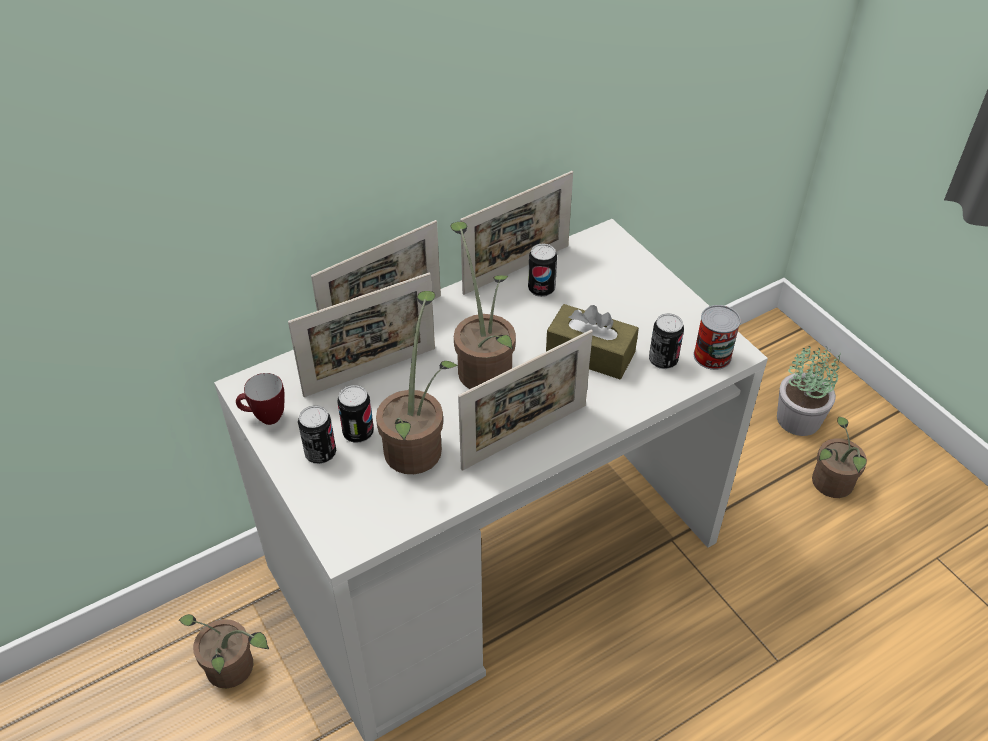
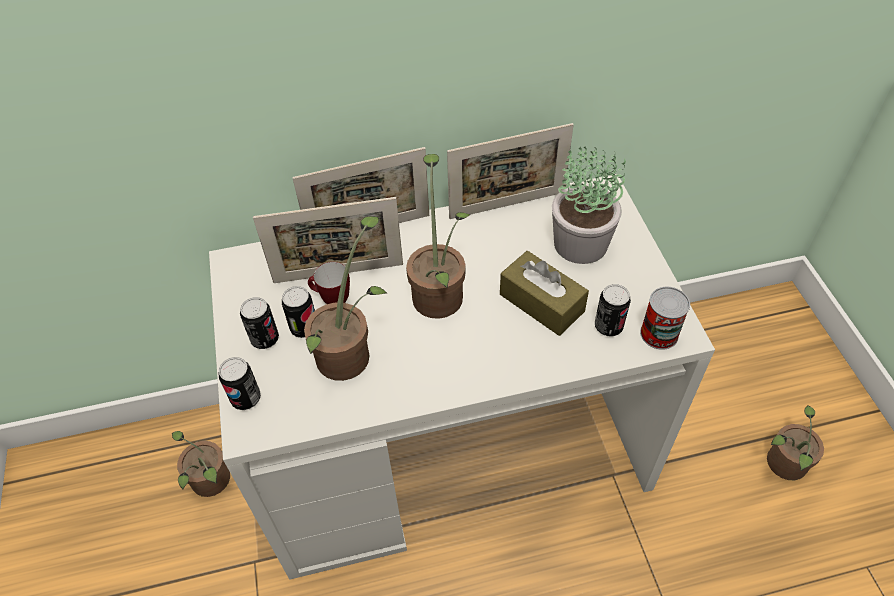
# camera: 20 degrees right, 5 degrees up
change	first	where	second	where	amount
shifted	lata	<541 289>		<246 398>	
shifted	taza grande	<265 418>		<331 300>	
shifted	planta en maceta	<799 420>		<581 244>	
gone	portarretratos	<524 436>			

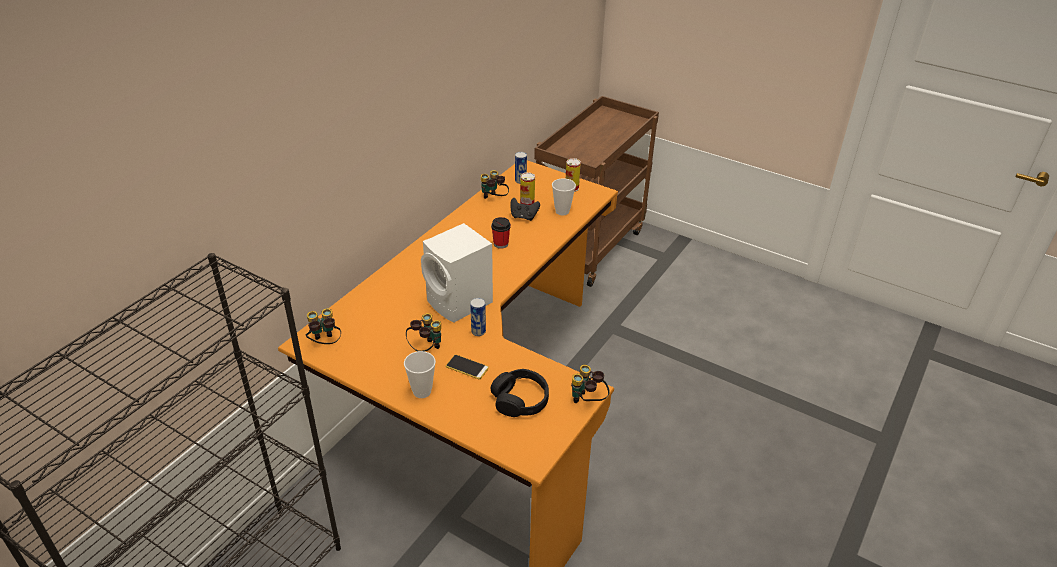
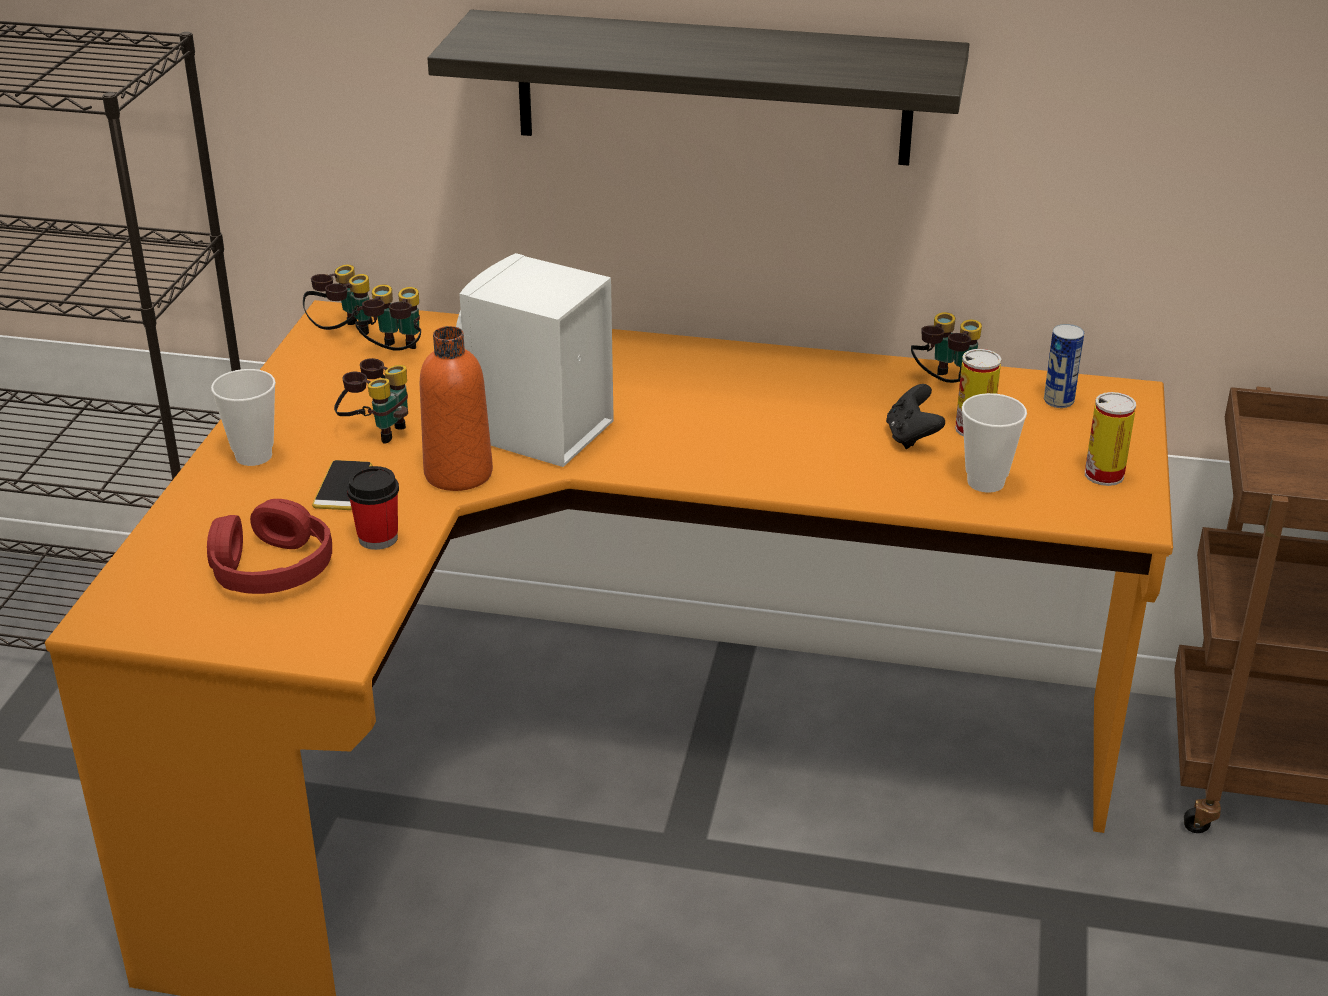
# camera: 70 degrees right, 5 degrees down
change	first	where	second	where	amount
repainted	auriculares [negro]	<520 400>	auriculares [rojo]	<271 568>	
shifted	taza	<501 244>		<378 538>	
shifted	prismáticos	<588 401>		<394 355>	
swapped	lata	<478 331>	botella [naranja]	<458 474>	
new			estante	<713 88>	

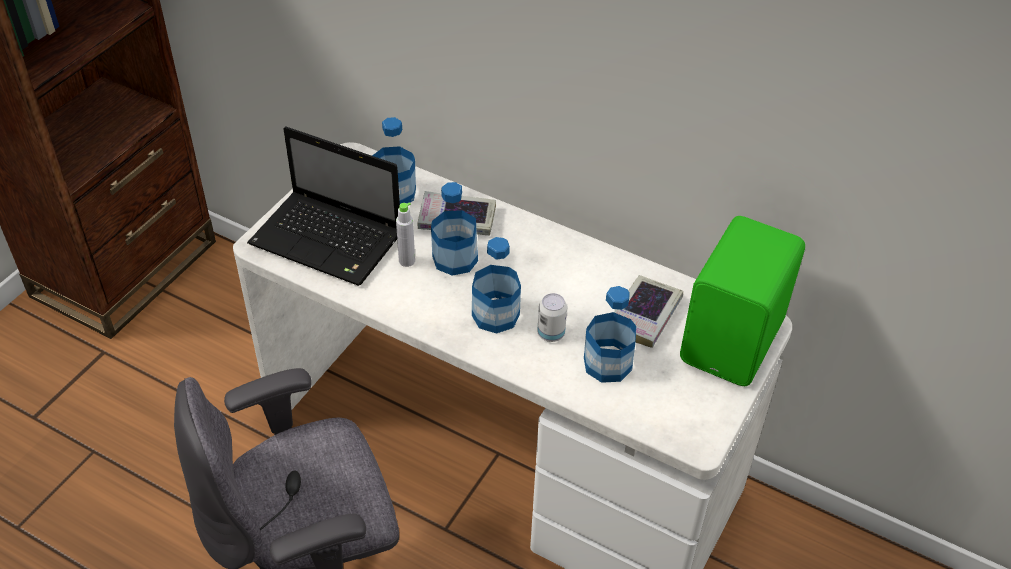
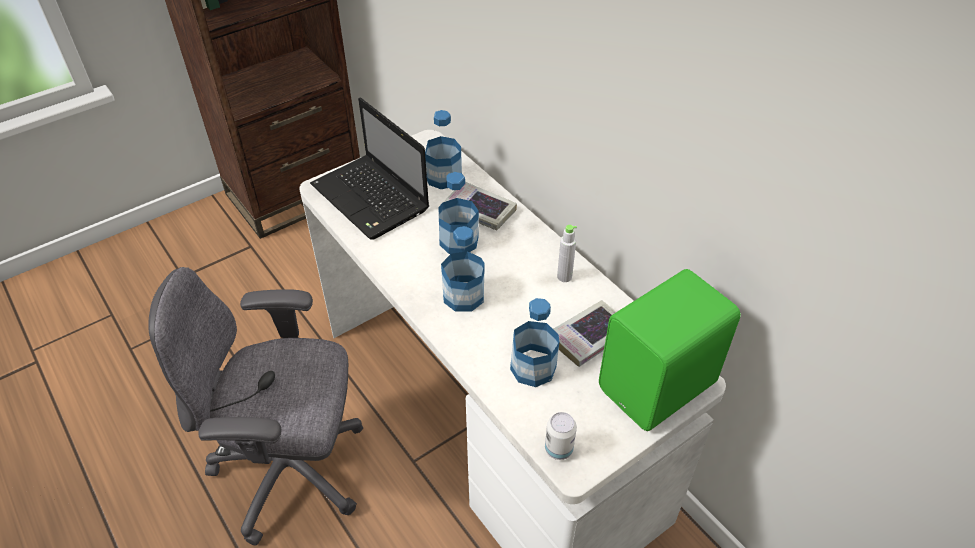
# camera: 25 degrees right, 0 degrees up
change	first	where	second	where	amount
shifted	lata	<551 334>		<558 449>	
shifted	botella [gris]	<407 261>		<564 277>	

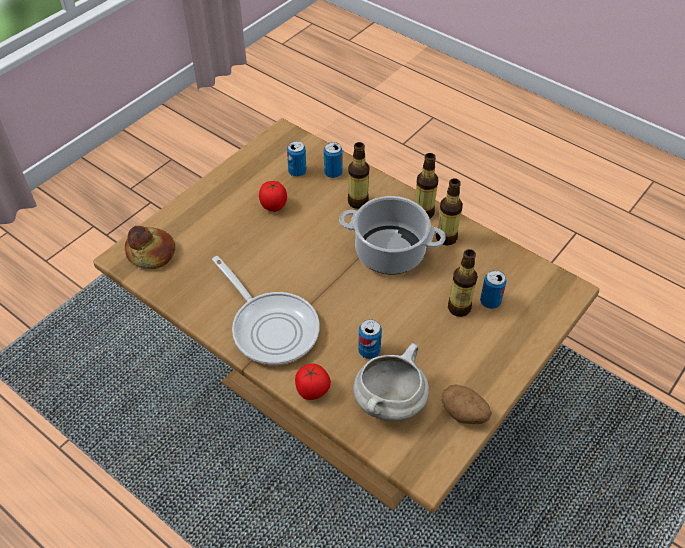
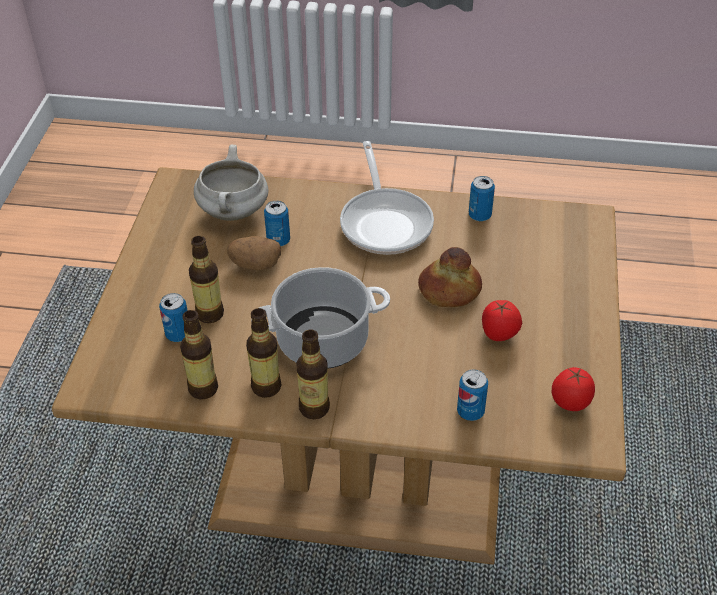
# camera: 150 degrees right, 5 degrees down
change	first	where	second	where	amount
shifted	botella	<358 202>		<203 388>	
shifted	patata	<464 413>		<255 265>	
rotated	sartén	<271 327>		<385 222>	120 degrees counterclockwise
shifted	pan	<152 253>		<449 291>	
shifted	lata	<297 171>		<479 215>	
shifted	tomate	<313 391>		<570 403>	

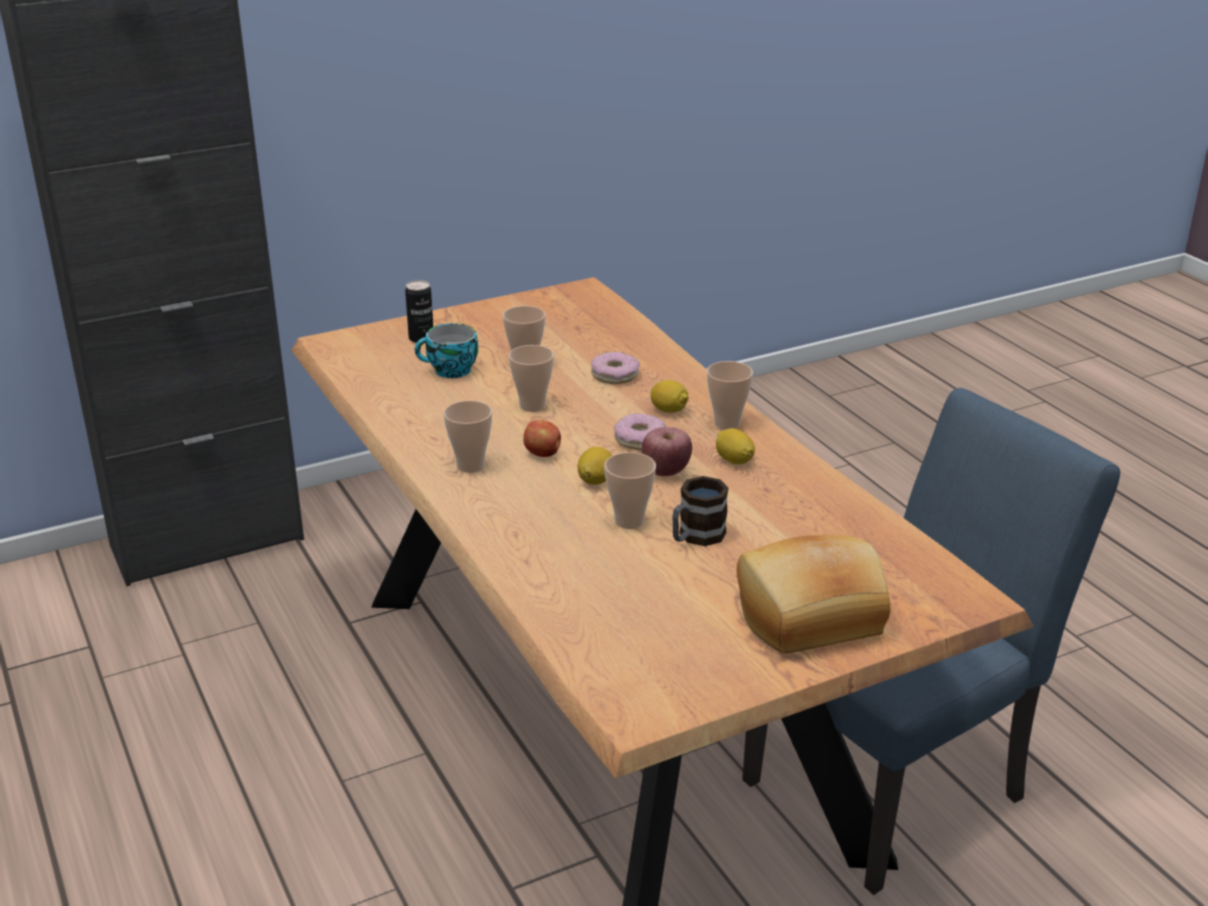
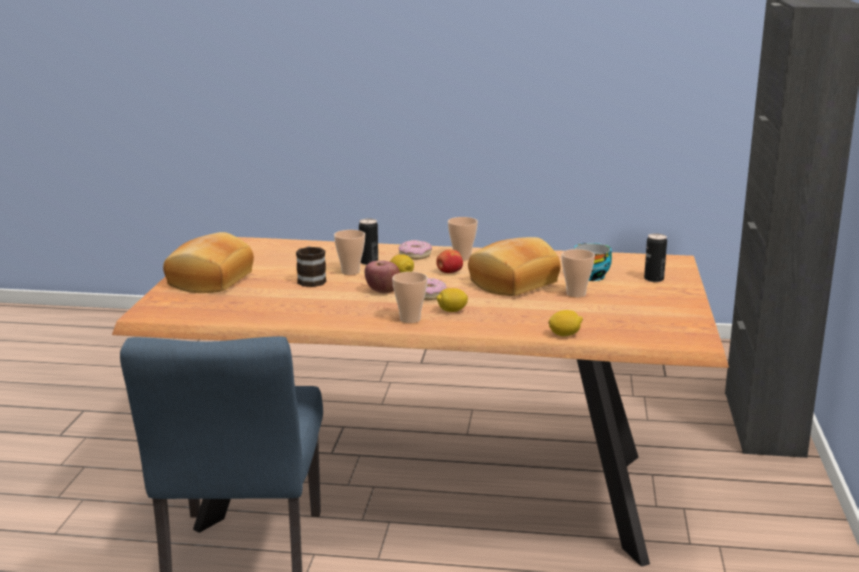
# camera: 125 degrees right, 10 degrees down
change	first	where	second	where	amount
new			lata	<369 262>	
shifted	rosquilla	<615 375>		<415 255>	
swapped	taza	<532 406>	pan	<512 283>	
shifted	limón	<734 461>		<565 335>	

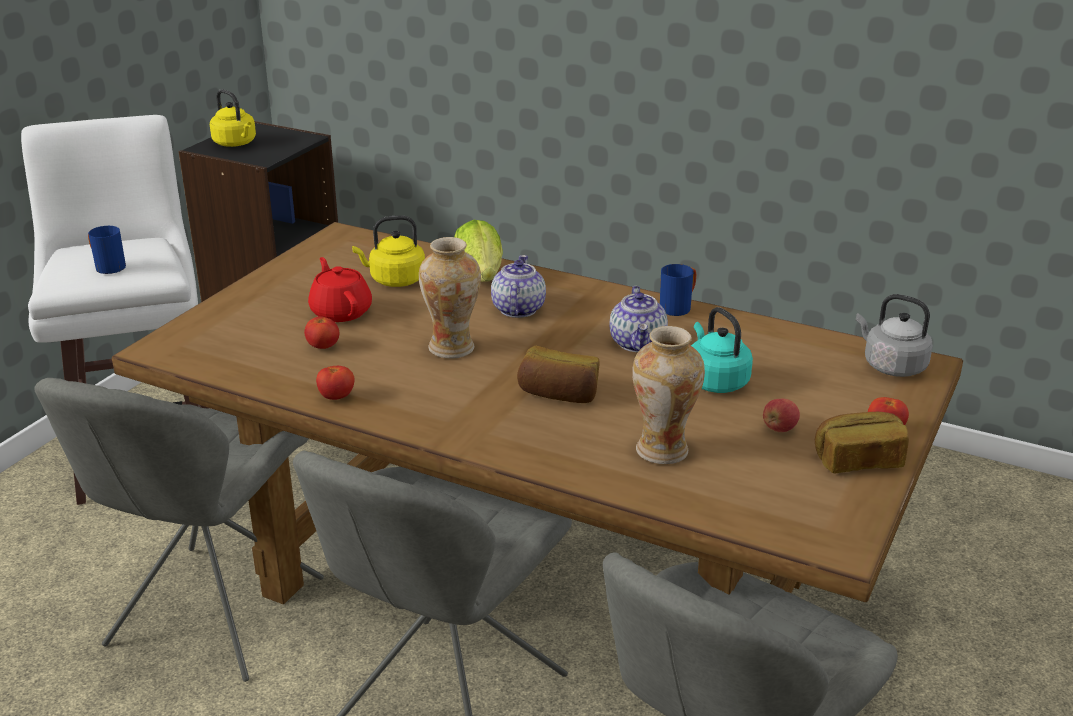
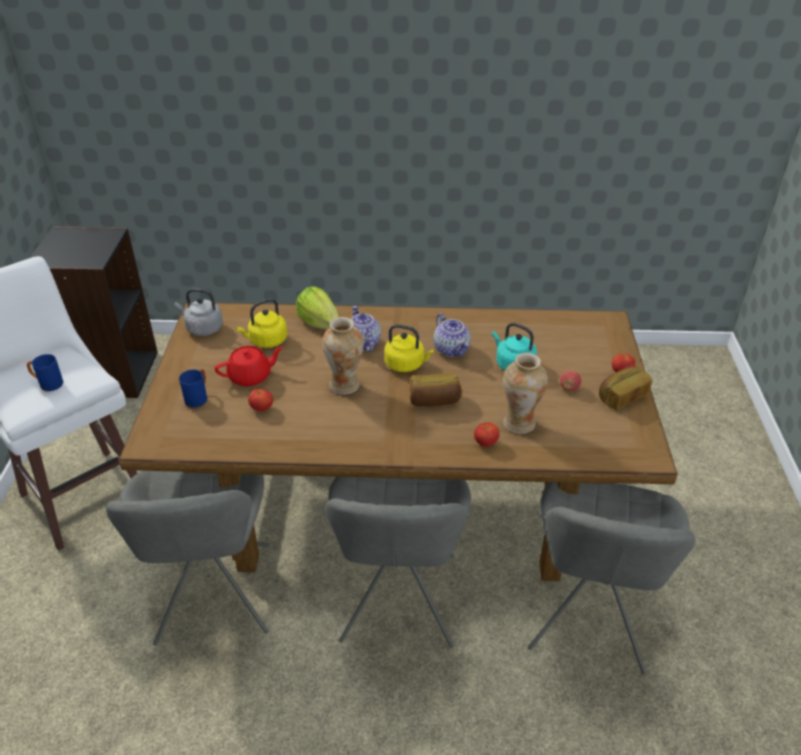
# camera: 25 degrees left, 10 degrees up
change	first	where	second	where	amount
shifted	hervidor [gris]	<891 366>		<203 328>	
shifted	taza grande [azul]	<679 307>		<198 397>	
rotated	tetera [rojo]	<341 311>		<251 376>	120 degrees clockwise
shifted	hervidor [amarillo]	<236 143>		<406 364>	
shifted	tomate	<337 397>		<485 443>	

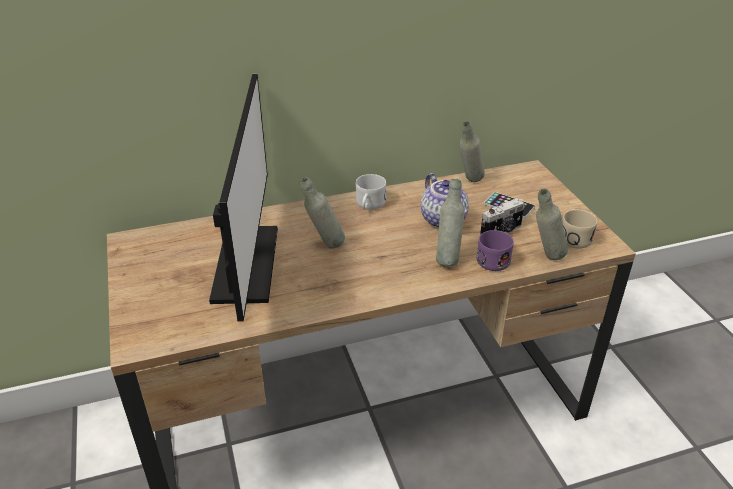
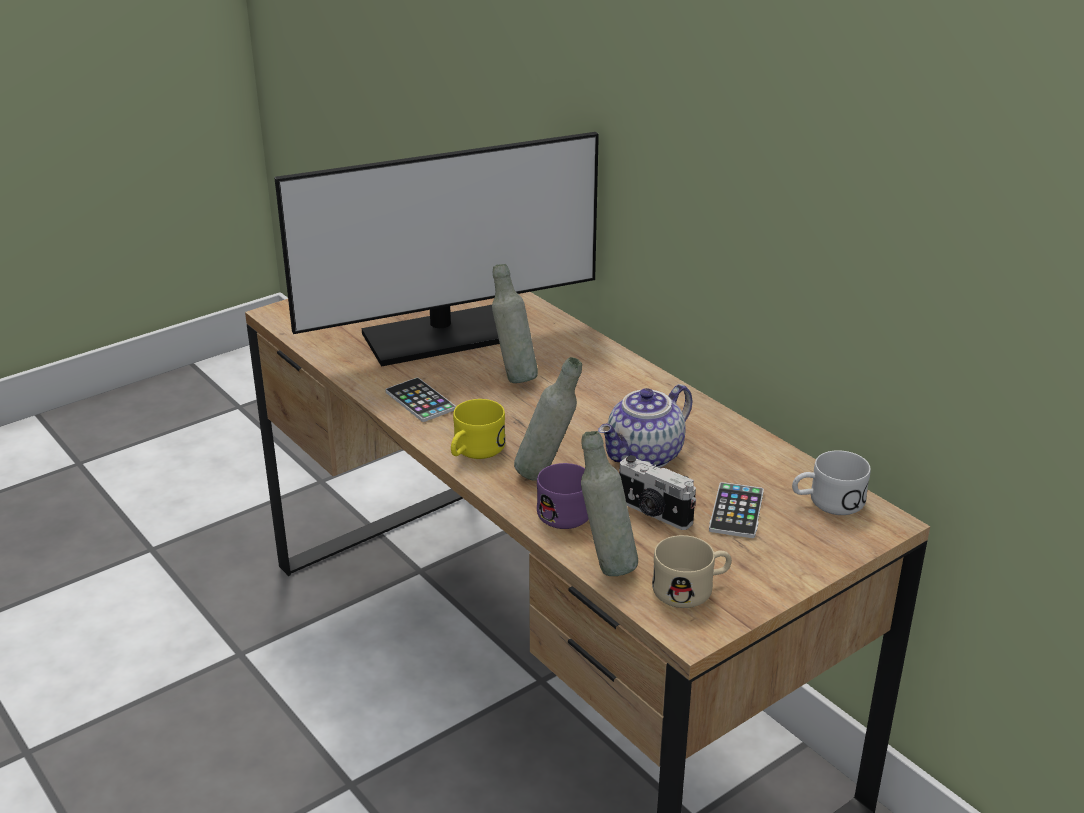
# camera: 70 degrees right, 5 degrees down
change	first	where	second	where	amount
new			móvil	<420 401>	
new			taza grande [amarillo]	<474 451>	
shifted	taza grande [blanco]	<369 205>		<827 502>	
gone	botella [gris]	<469 182>			

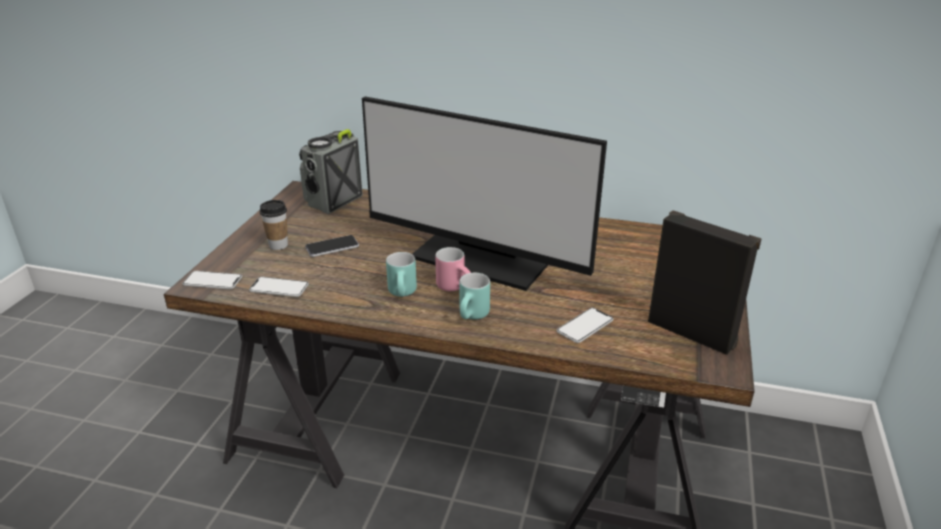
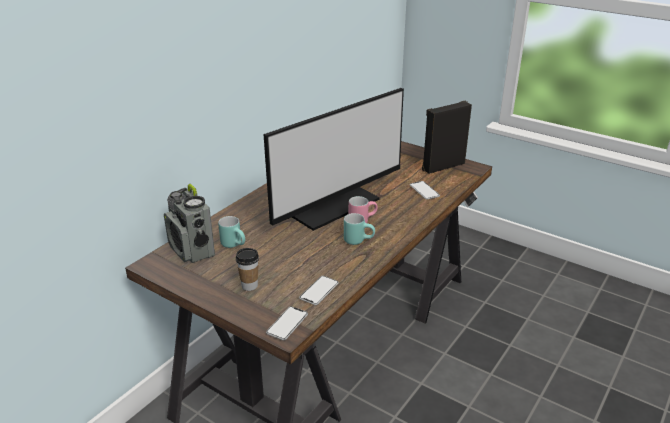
# camera: 70 degrees left, 0 degrees up
change	first	where	second	where	amount
shifted	taza grande [turquesa]	<474 317>		<235 244>	
gone	móvil	<332 247>			

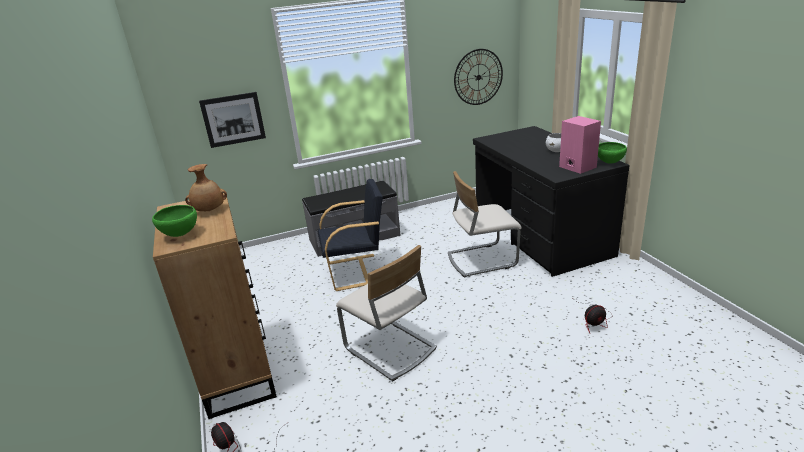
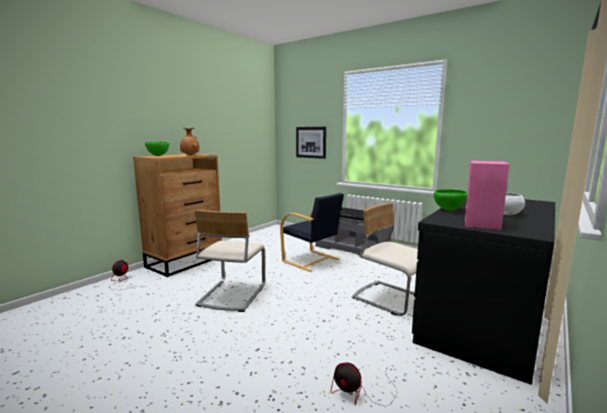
# camera: 55 degrees right, 15 degrees down
change	first	where	second	where	amount
shifted	cuenco [verde]	<609 162>		<449 210>	
gone	reloj de pared	<478 77>			

